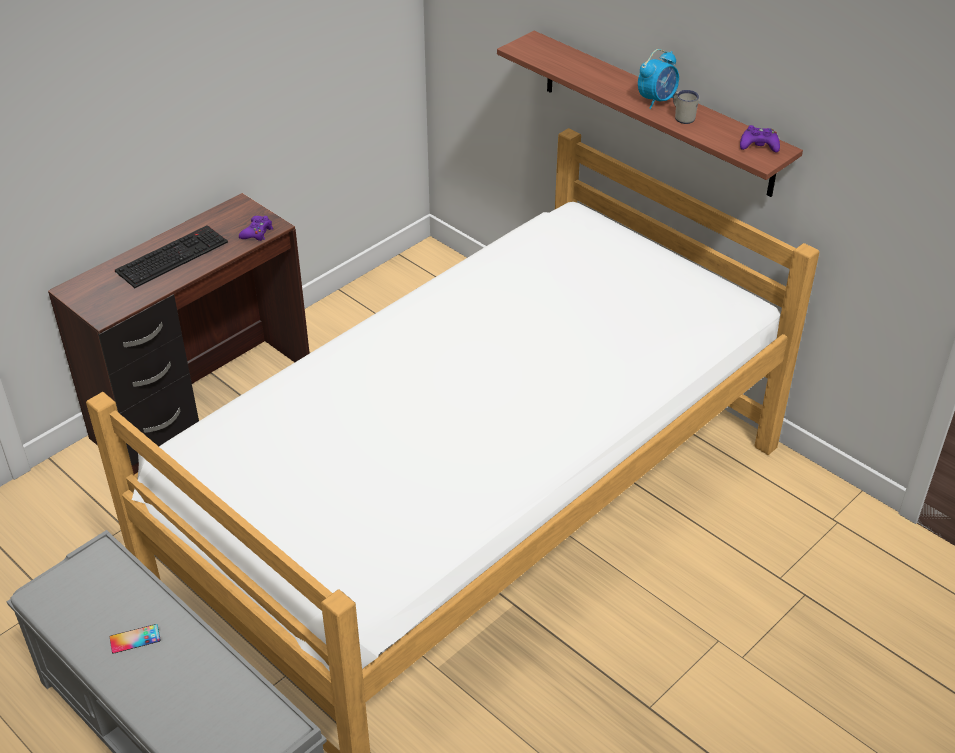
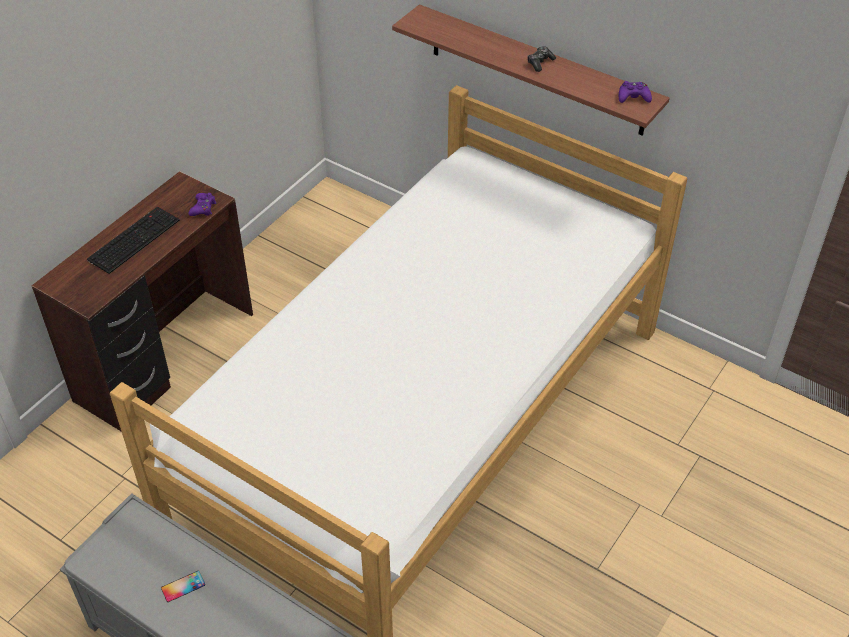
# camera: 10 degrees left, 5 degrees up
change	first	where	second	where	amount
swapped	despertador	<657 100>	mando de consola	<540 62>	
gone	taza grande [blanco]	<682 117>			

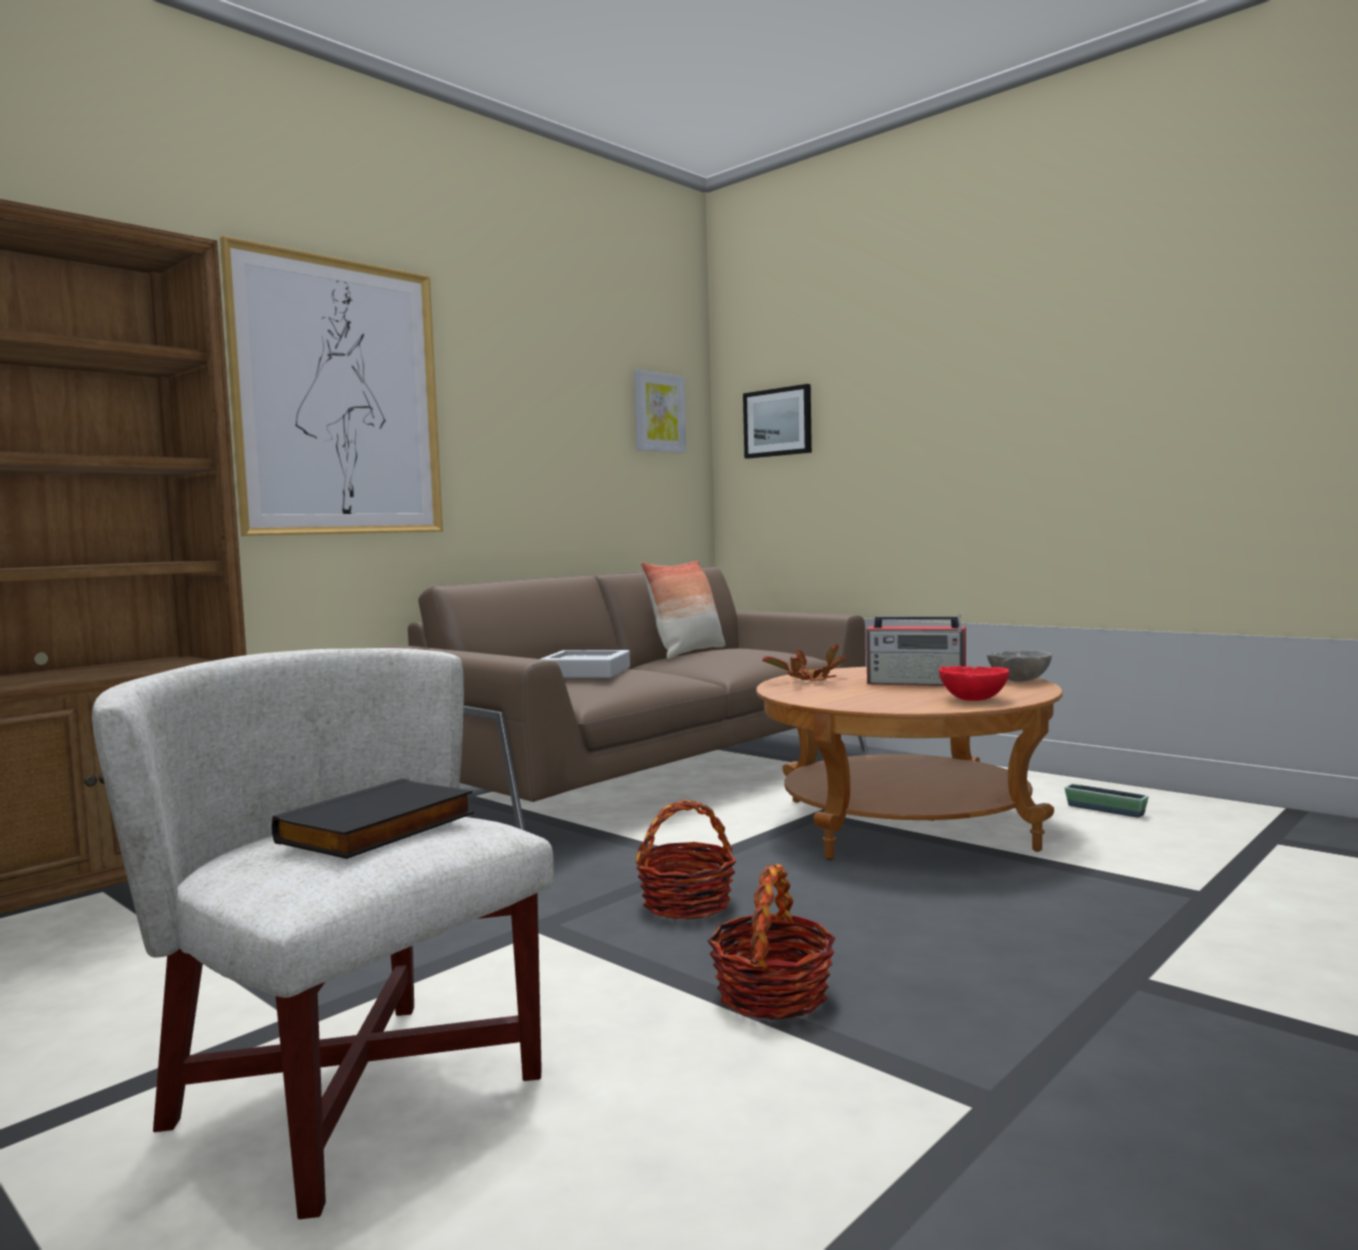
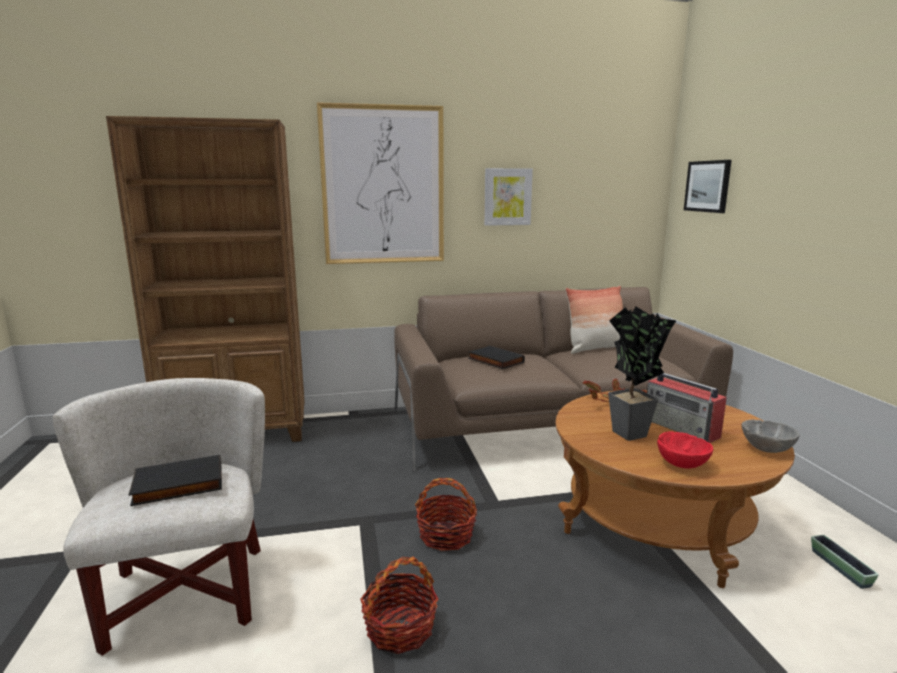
# camera: 35 degrees right, 10 degrees up
change	first	where	second	where	amount
swapped	bandeja [gris]	<585 672>	libro [negro]	<494 361>	
shifted	cuadro	<658 412>		<507 197>	
new			planta en maceta	<630 436>	

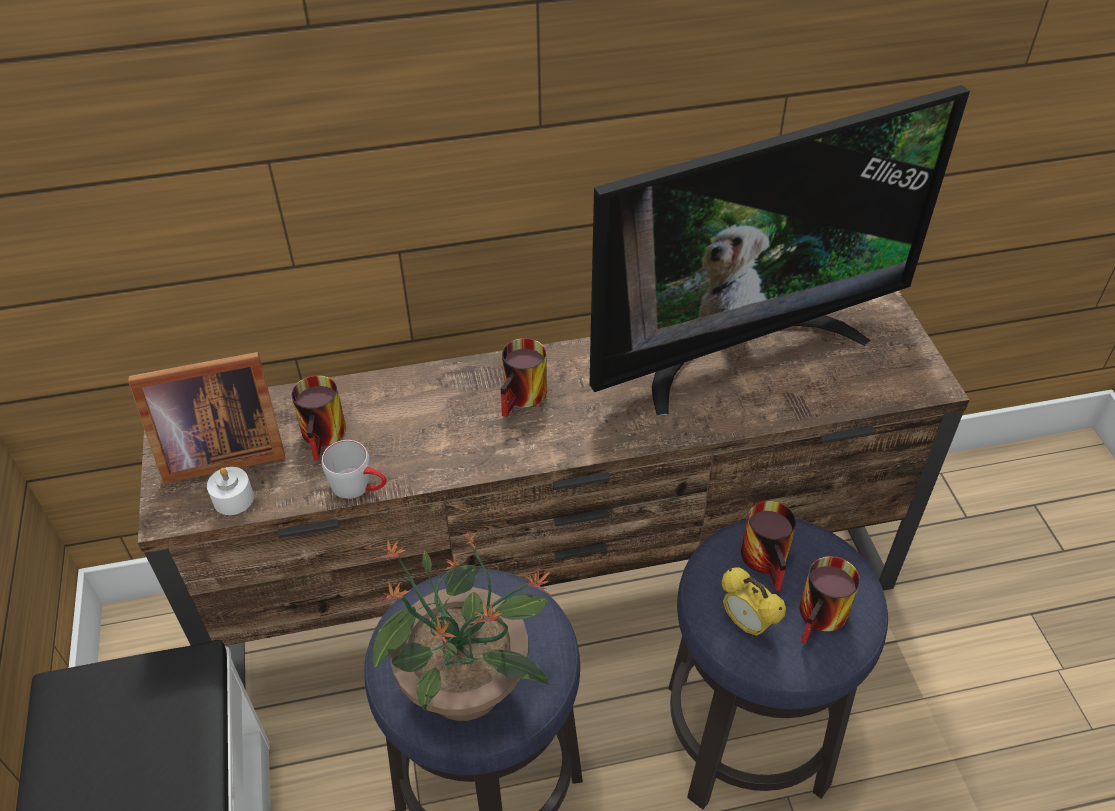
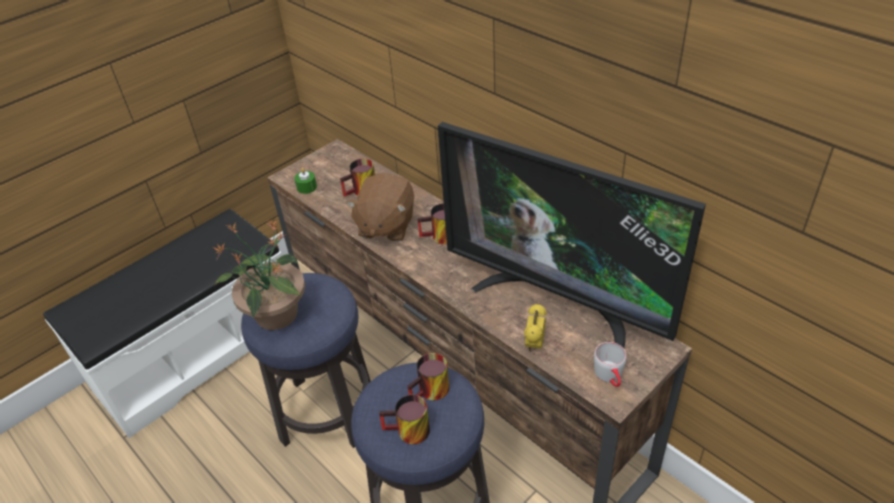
# camera: 60 degrees right, 5 degrees down
change	first	where	second	where	amount
repainted	vela [blanco]	<233 499>	vela [verde]	<307 187>	
new			peluche [marrón]	<385 226>	
shifted	despertador	<746 624>		<534 344>	
shifted	taza grande [gris]	<360 486>		<610 377>	
gone	portarretratos	<218 451>			

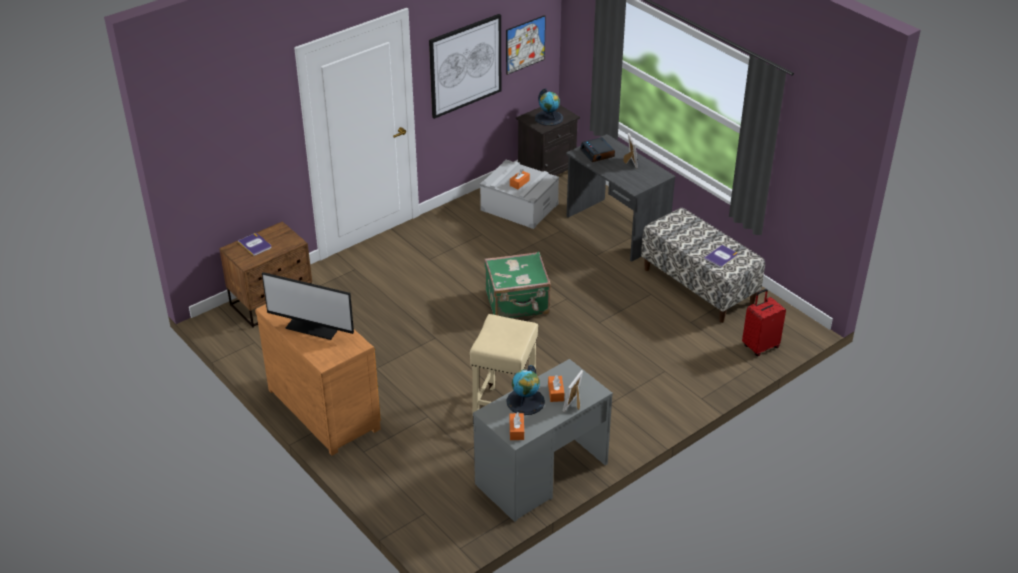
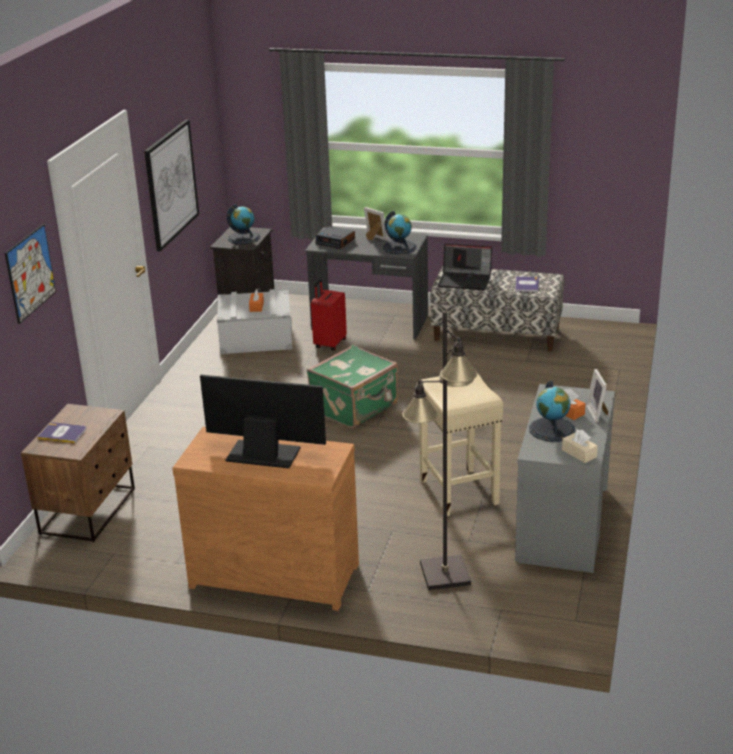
# camera: 35 degrees left, 10 degrees down
change	first	where	second	where	amount
shifted	cuadro	<525 44>		<30 273>	
rotated	monitor	<314 326>		<263 453>	150 degrees counterclockwise
shifted	maleta [rojo]	<760 346>		<329 344>	
new			globo terráqueo	<399 247>	
new			lámpara de pie [negro]	<444 574>	
new			portátil	<465 281>	
repainted	caja de pañuelos [naranja]	<516 430>	caja de pañuelos [beis]	<579 453>	

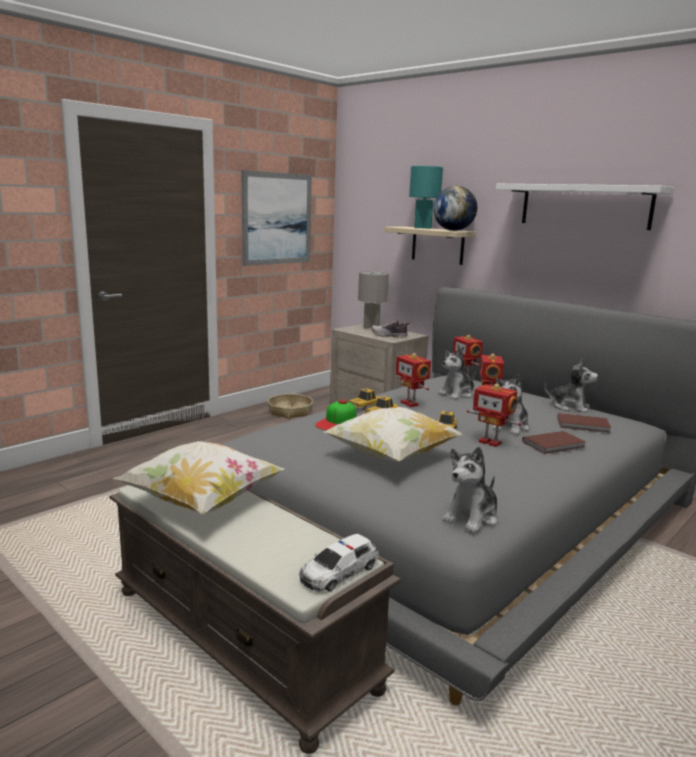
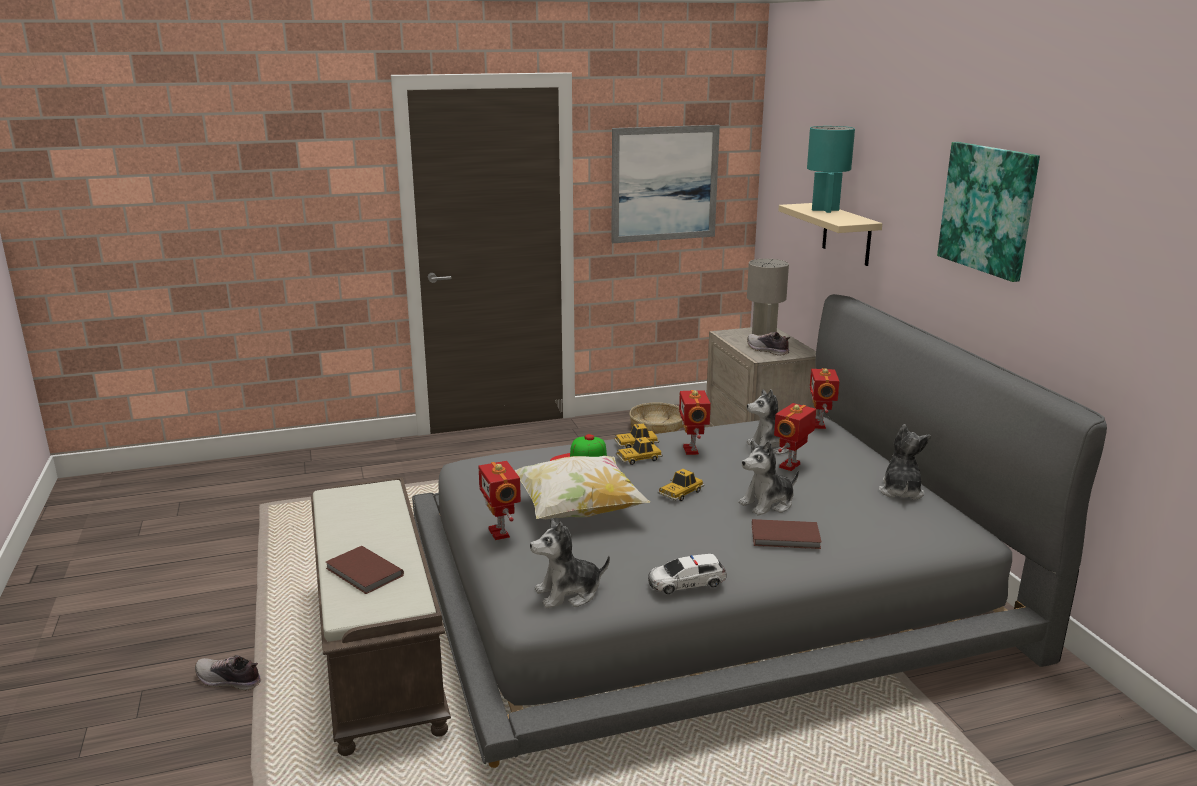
# camera: 30 degrees right, 5 degrees up
change	first	where	second	where	amount
new			zapato	<228 681>	
shifted	libro [marrón]	<584 425>		<363 573>	
shifted	robot de juguete	<490 442>		<501 533>	
shifted	coche de juguete	<338 572>		<686 582>	
rotated	peluche	<569 407>		<900 491>	135 degrees counterclockwise
swapped	estante [blanco]	<584 206>	cuadro	<988 209>	
gone	cojín	<202 501>			
gone	globo terráqueo	<453 230>			

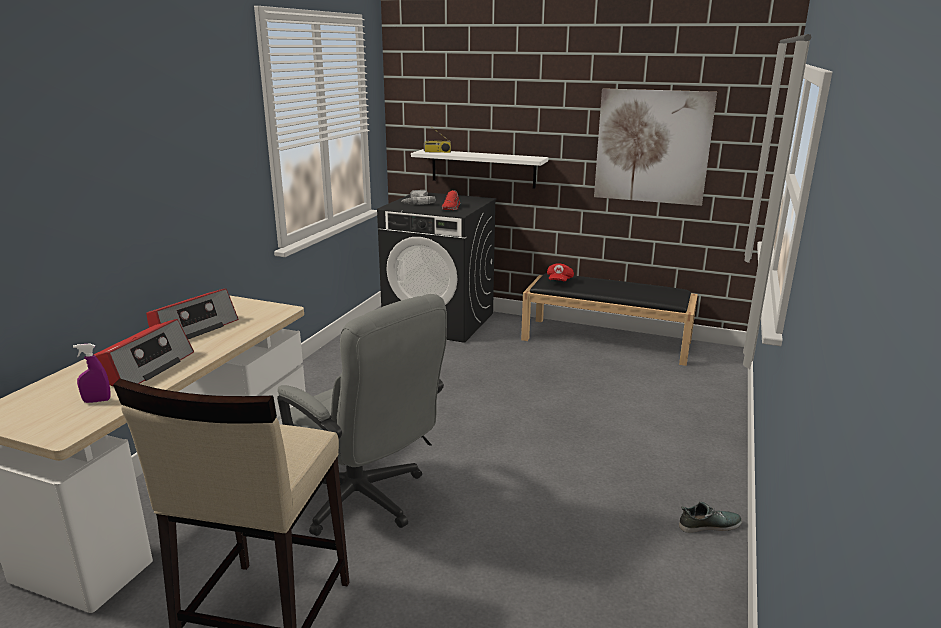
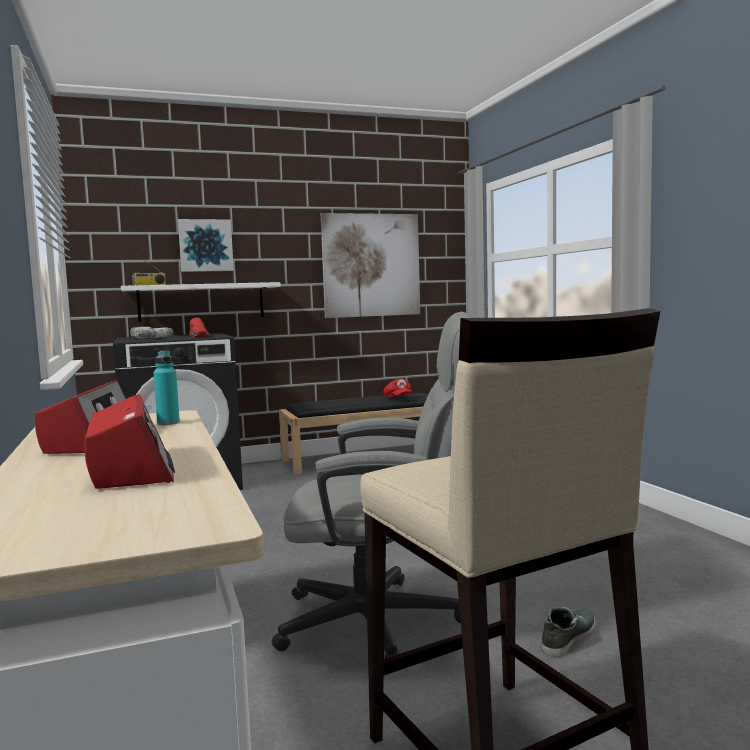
# camera: 40 degrees left, 15 degrees down
change	first	where	second	where	amount
new			botella [turquesa]	<168 423>	
new			cuadro	<205 245>	
shifted	gorra [rojo]	<559 281>		<398 398>	
shifted	zapato	<709 525>		<567 637>	
gone	pulverizador [morado]	<97 401>			

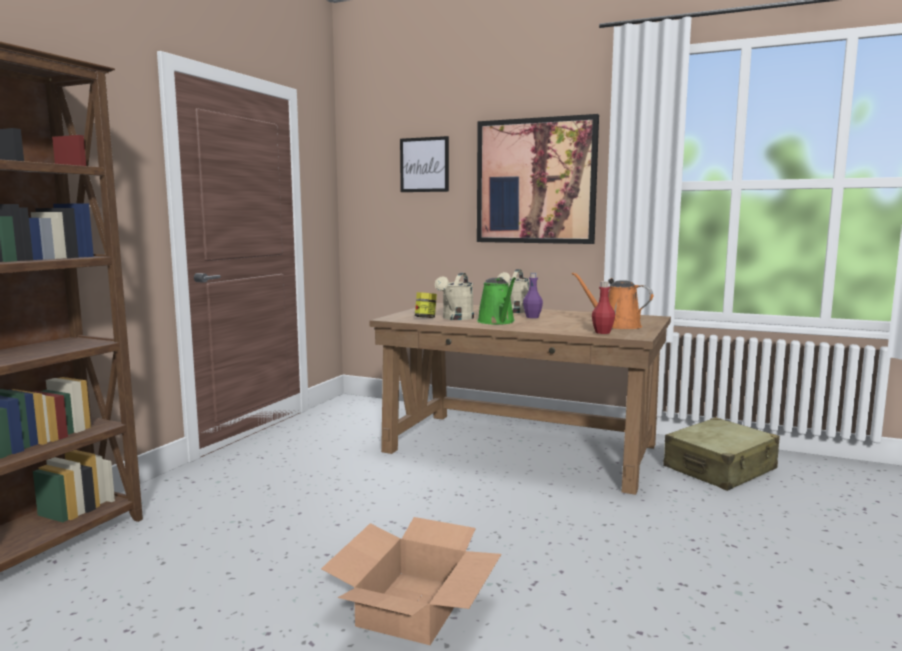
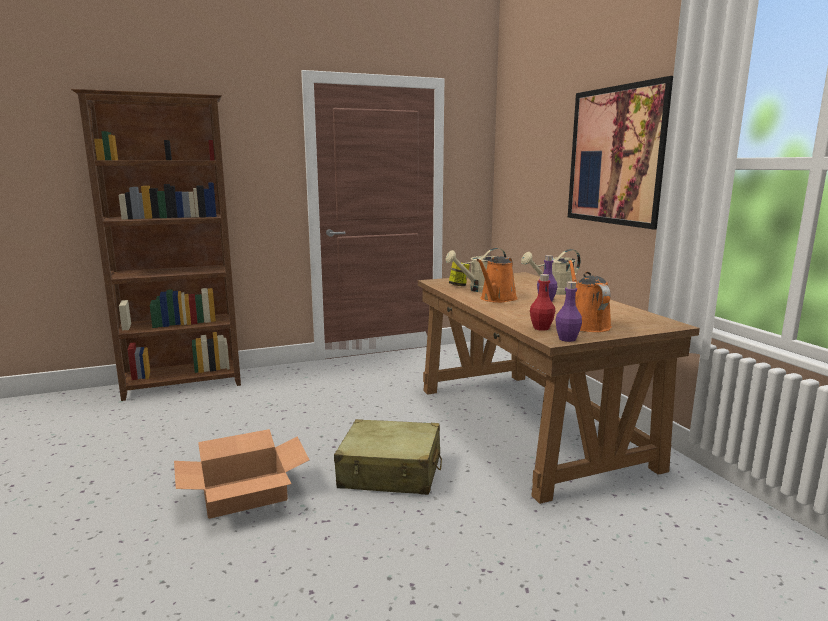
# camera: 45 degrees right, 5 degrees up
change	first	where	second	where	amount
shifted	maleta [beis]	<720 469>		<390 472>	
repainted	regadera [verde]	<497 322>	regadera [naranja]	<497 299>	
new			botella [morado]	<567 339>	
gone	cuadro	<424 165>			

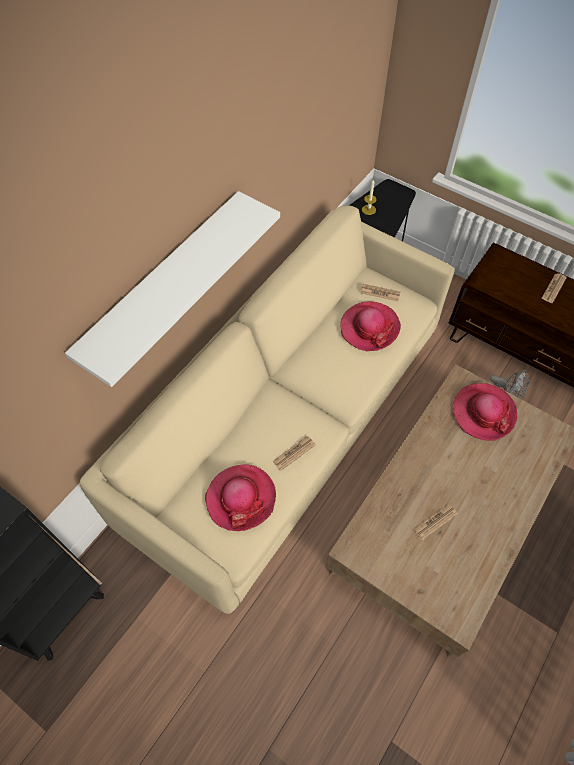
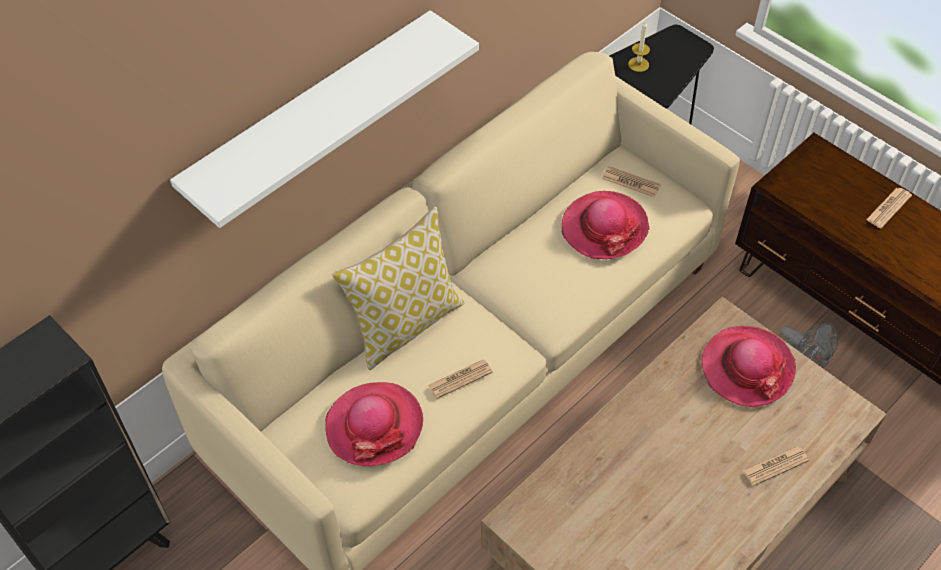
# camera: 10 degrees right, 5 degrees down
change	first	where	second	where	amount
new			cojín	<405 323>	
shifted	periódico	<435 521>		<775 466>	

